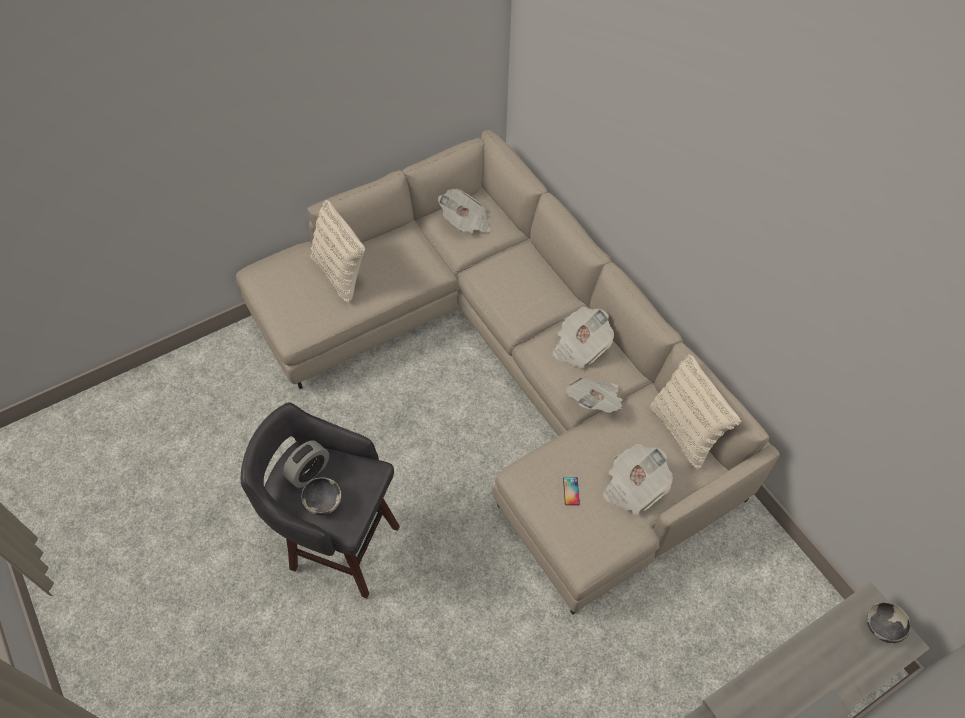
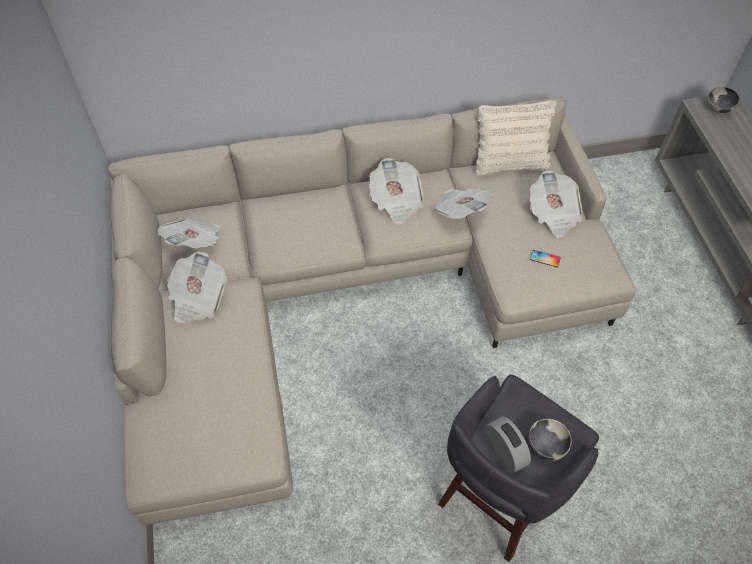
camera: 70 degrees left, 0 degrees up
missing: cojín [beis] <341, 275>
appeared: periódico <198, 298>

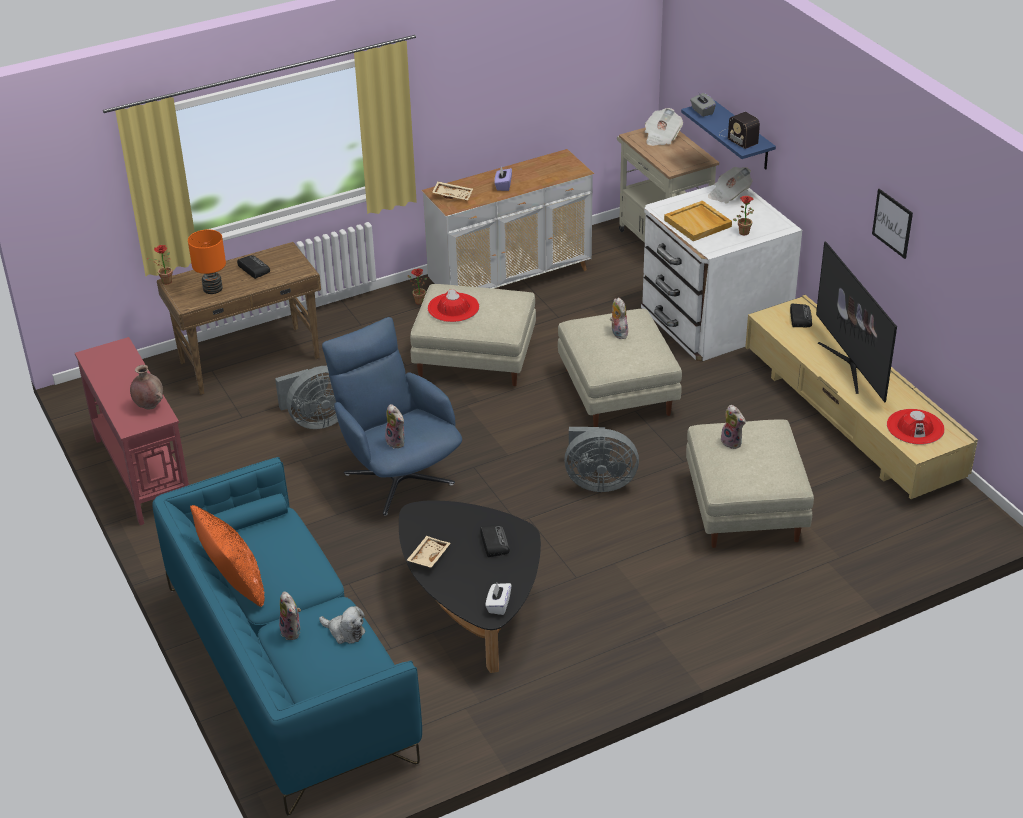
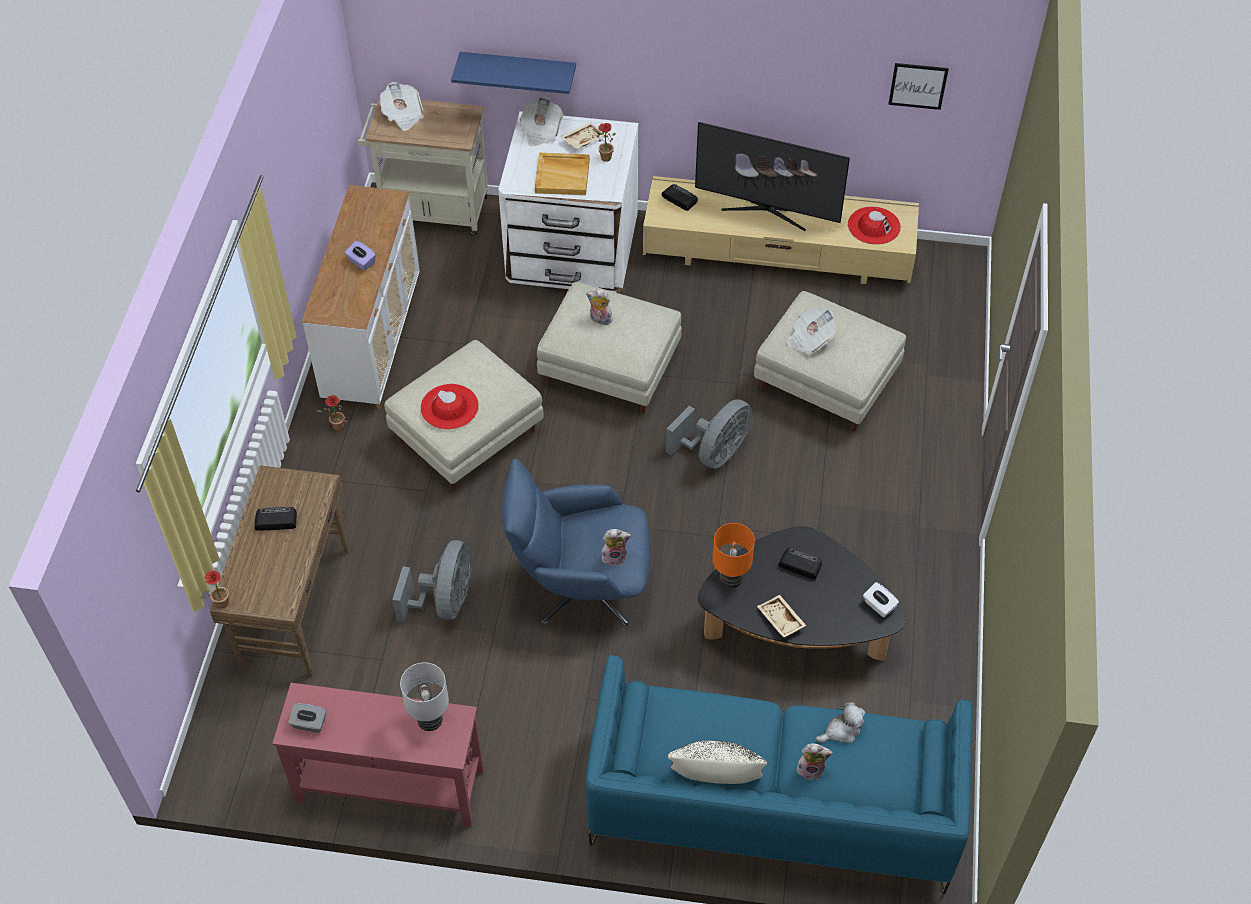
camera: 55 degrees left, 15 degrees up
missing: radio <738, 137>
relocated: lámpara de mesa [naranja] <212, 289> to <731, 578>; bandeja [beis] <453, 195> to <582, 139>; caja de pañuelos [gris] <702, 111> to <309, 723>; cuadro <892, 223> to <918, 86>
exchanged: florero [marrón] <149, 406> to lámpara de mesa [gris] <430, 720>; peluche <732, 442> to periódico <809, 339>
colour: cojín [naranja] <234, 585> to cojín [beis] <714, 783>

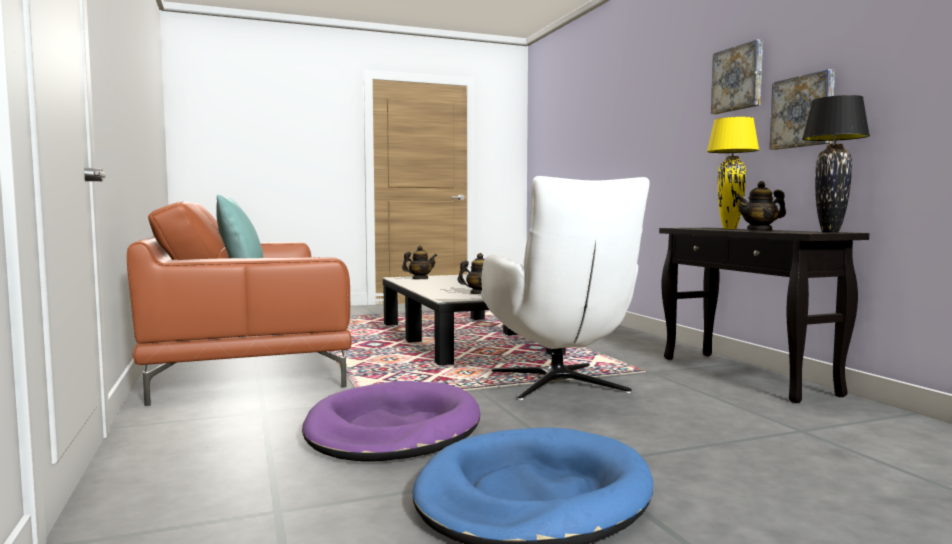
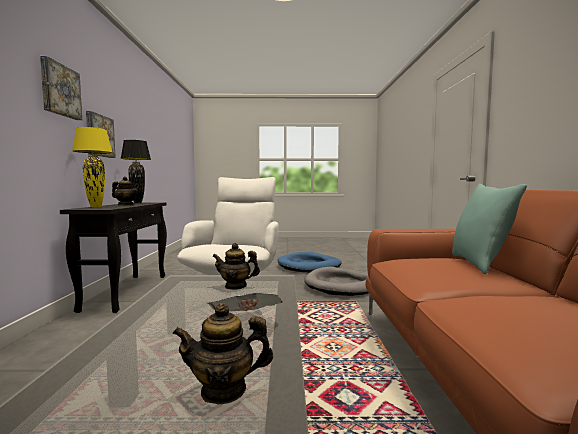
camera: 160 degrees left, 0 degrees up
appeared: periódico <246, 323>
colour: cama para perro [morado] <393, 429> to cama para perro [gris] <342, 285>

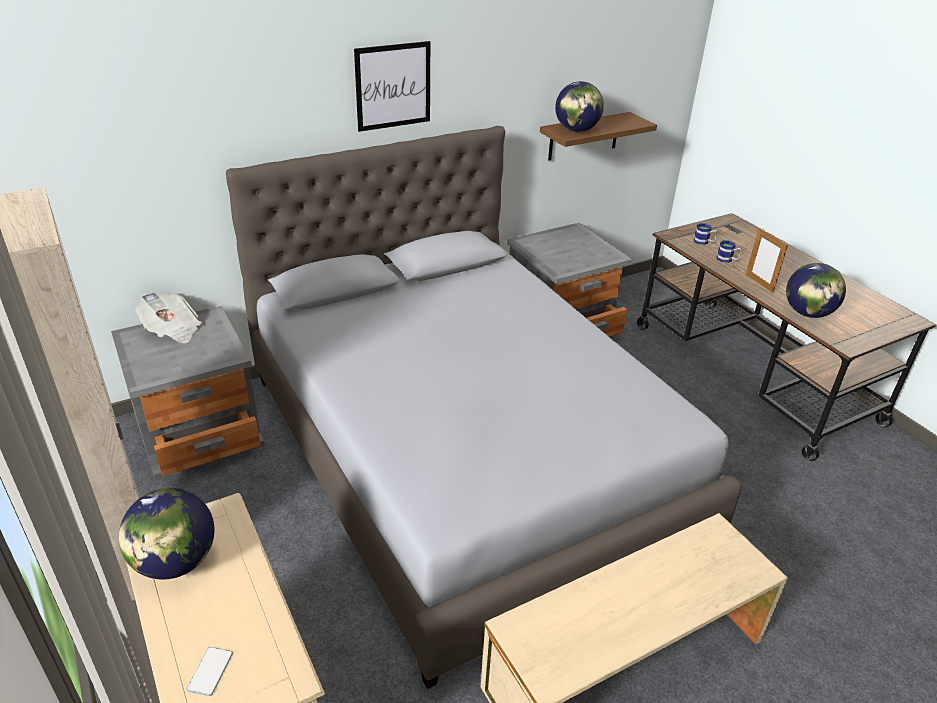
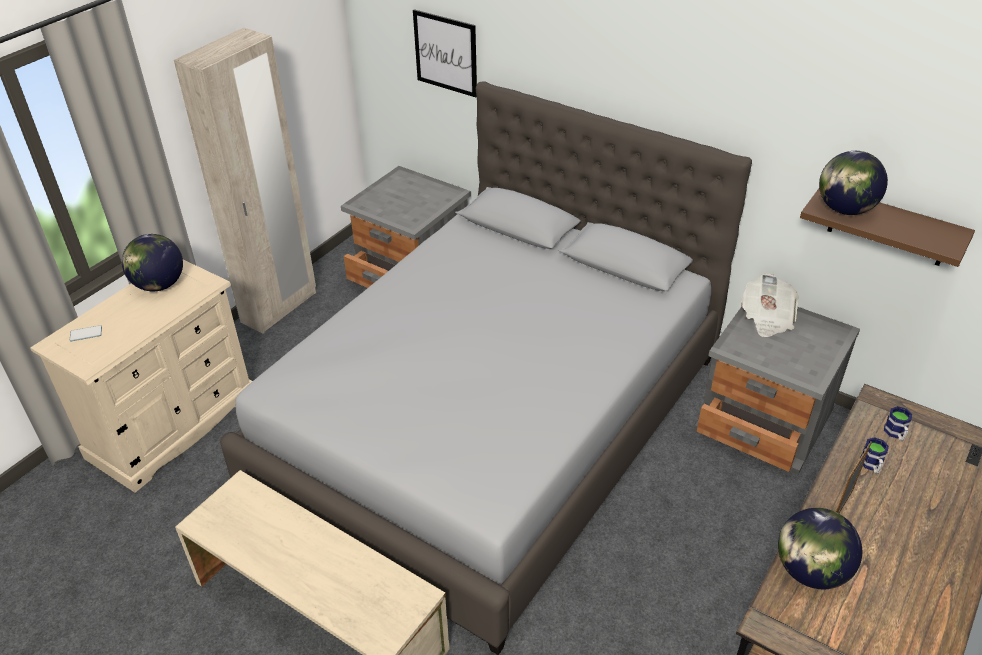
camera: 65 degrees right, 5 degrees up
relocated: periódico <172, 330> to <766, 318>; cuadro <393, 86> to <445, 53>

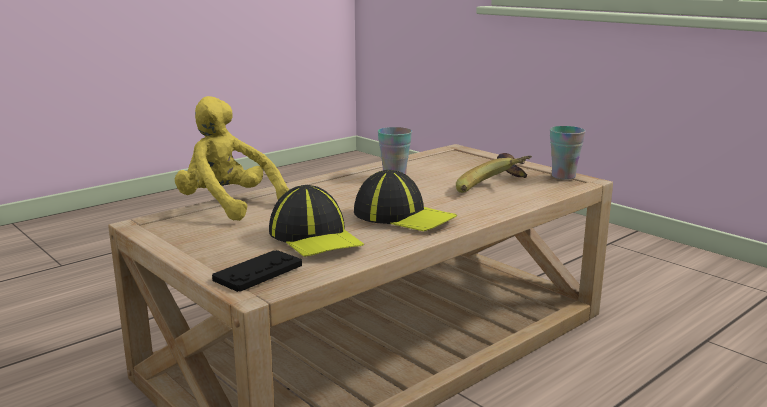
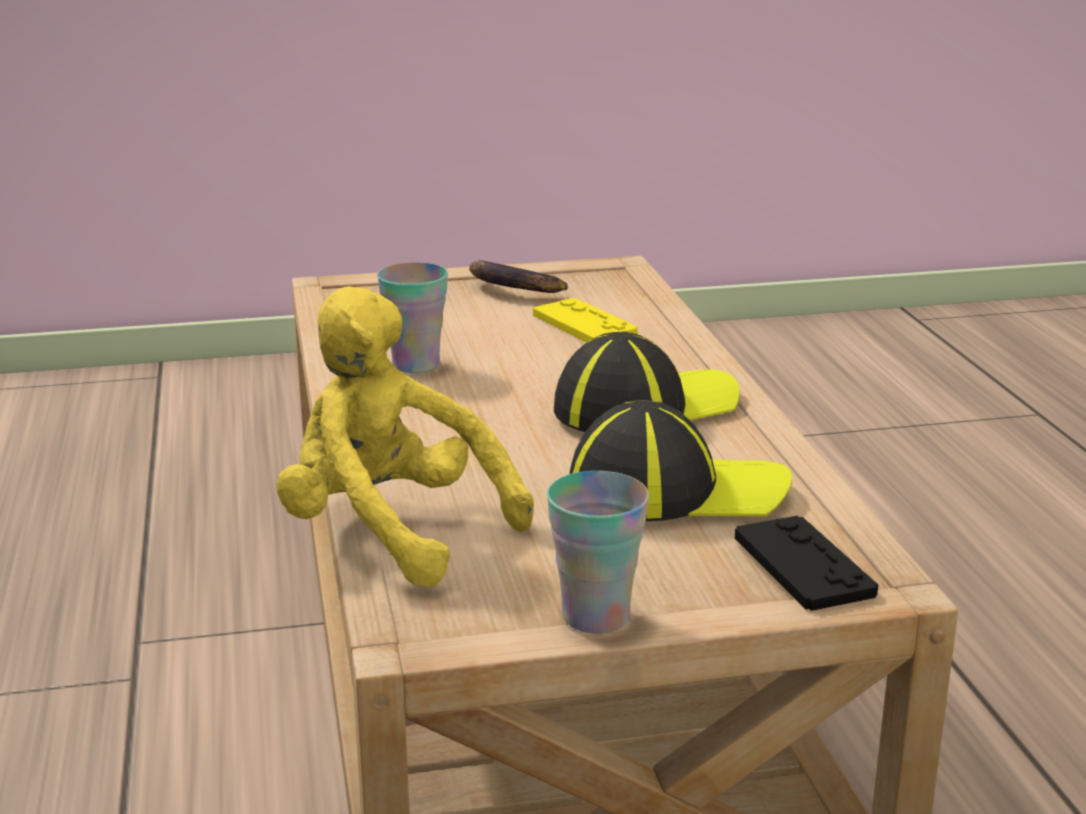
camera: 60 degrees left, 5 degrees up
relocated: taza <563, 176> to <595, 616>
exchanged: plátano <492, 190> to mando de consola [amarillo] <584, 325>
spun: peluche [amarillo] <228, 206> = <391, 532> 60 degrees clockwise

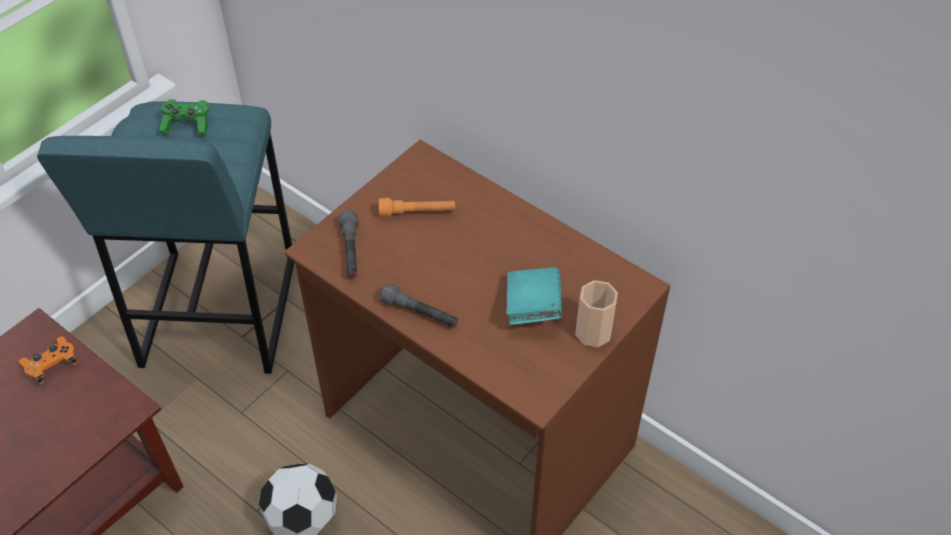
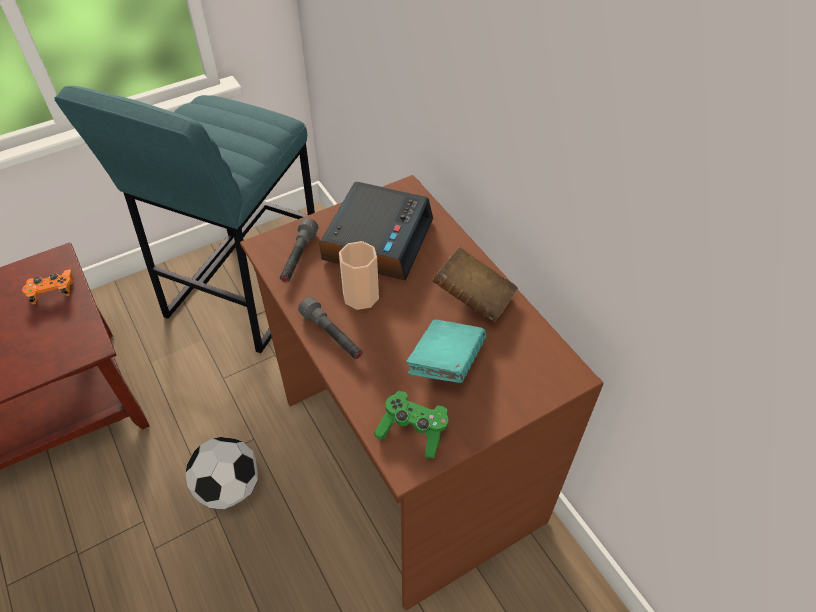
camera: 20 degrees right, 0 degrees up
appeared: libro [marrón] <473, 298>
relocated: mando de consola [verde] <187, 124> to <413, 430>; taza <593, 332> to <361, 296>
exchanged: linterna [naranja] <417, 213> to despertador <377, 239>

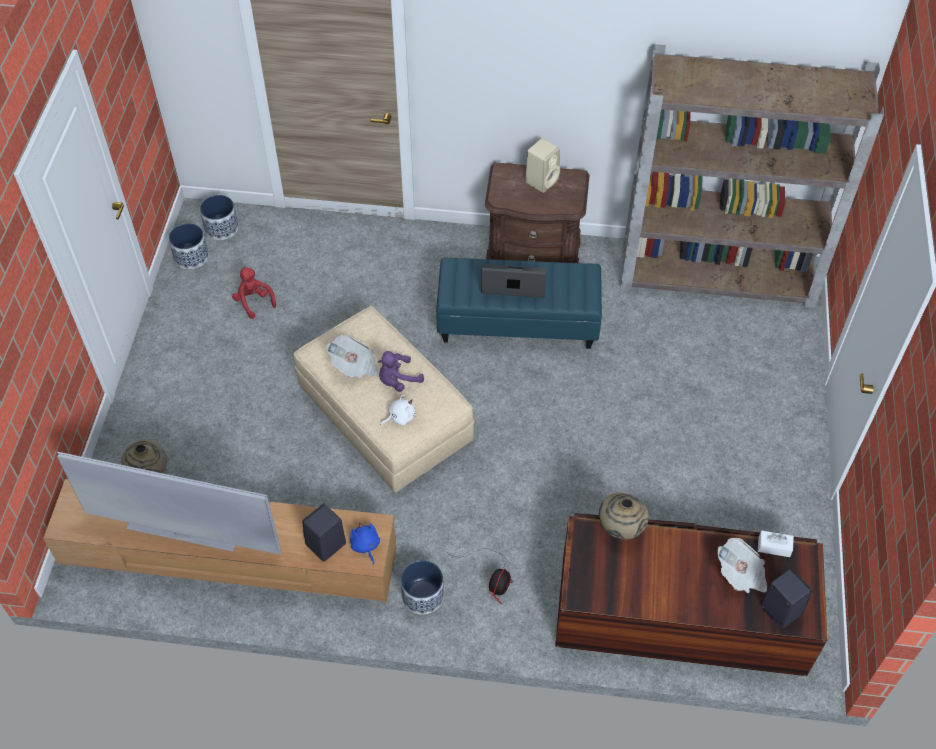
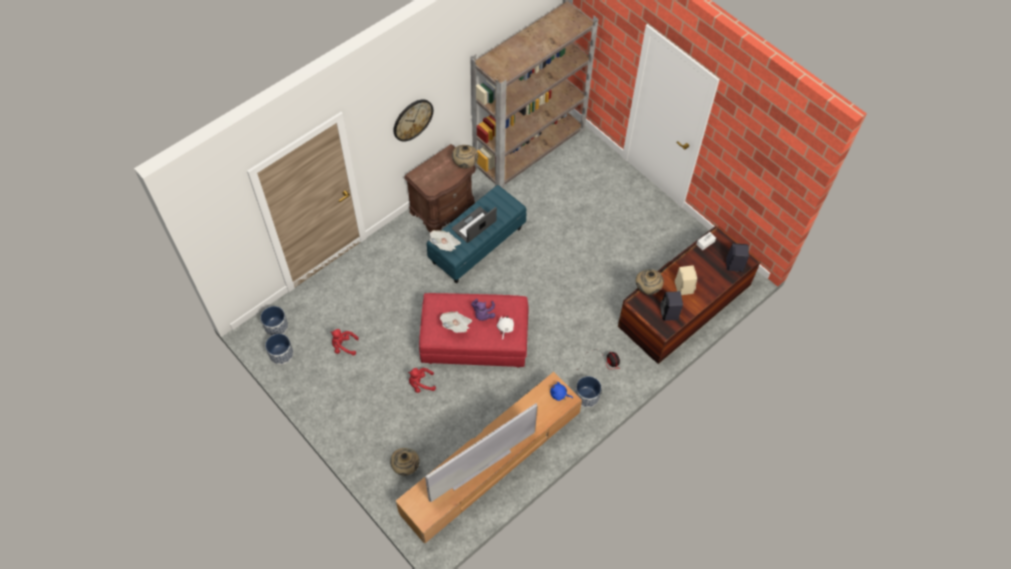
camera: 50 degrees left, 5 degrees up
appeared: reloj de pared <412, 119>; peluche [rojo] <421, 384>; florero [beis] <465, 165>
relocated: altavoz [negro] <325, 545> to <669, 313>; altavoz [beis] <542, 180> to <683, 287>; periódico <741, 574> to <445, 245>
colour: puf [beis] <385, 416> to puf [rojo] <474, 340>

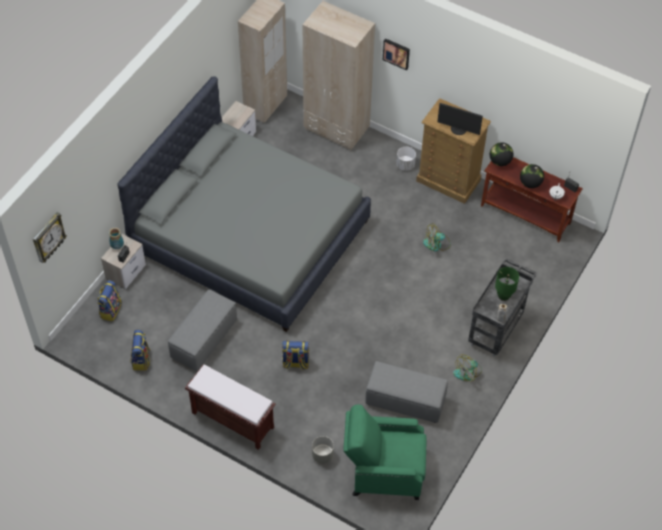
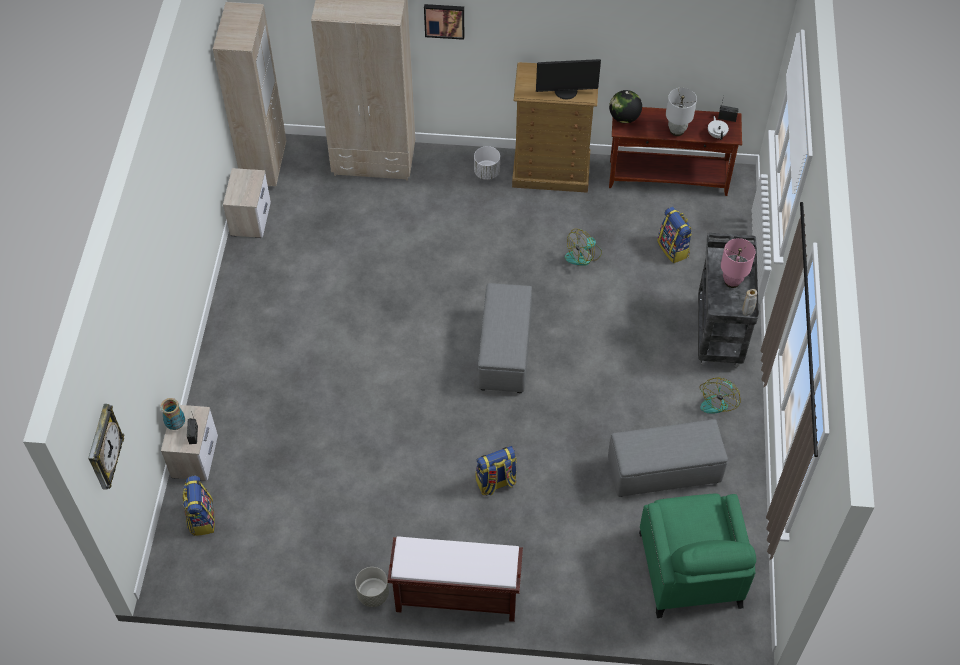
camera: 25 degrees left, 0 degrees up
missing: cama [gris] <250, 236>
relocated: mochila <141, 360> to <673, 249>; puf [gris] <204, 339> to <504, 350>; maceta [gris] <322, 455> to <373, 594>
exchanged: globo terráqueo <530, 183> to lámpara de mesa [blanco] <676, 131>
colour: lámpara de mesa [verde] <503, 296> to lámpara de mesa [rosa] <732, 281>
spun: sillón [verde] <383, 469> = <690, 573> 75 degrees counterclockwise

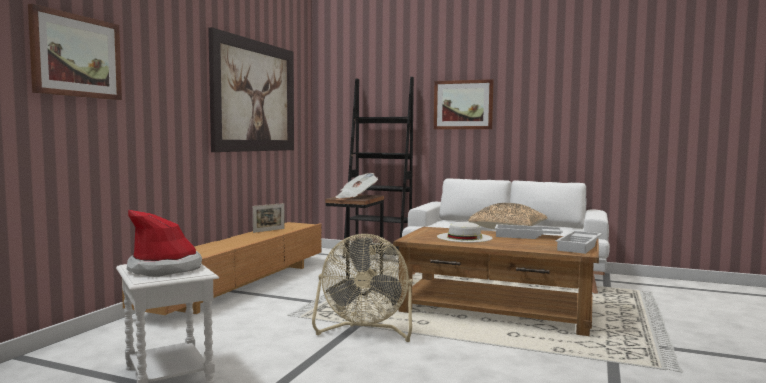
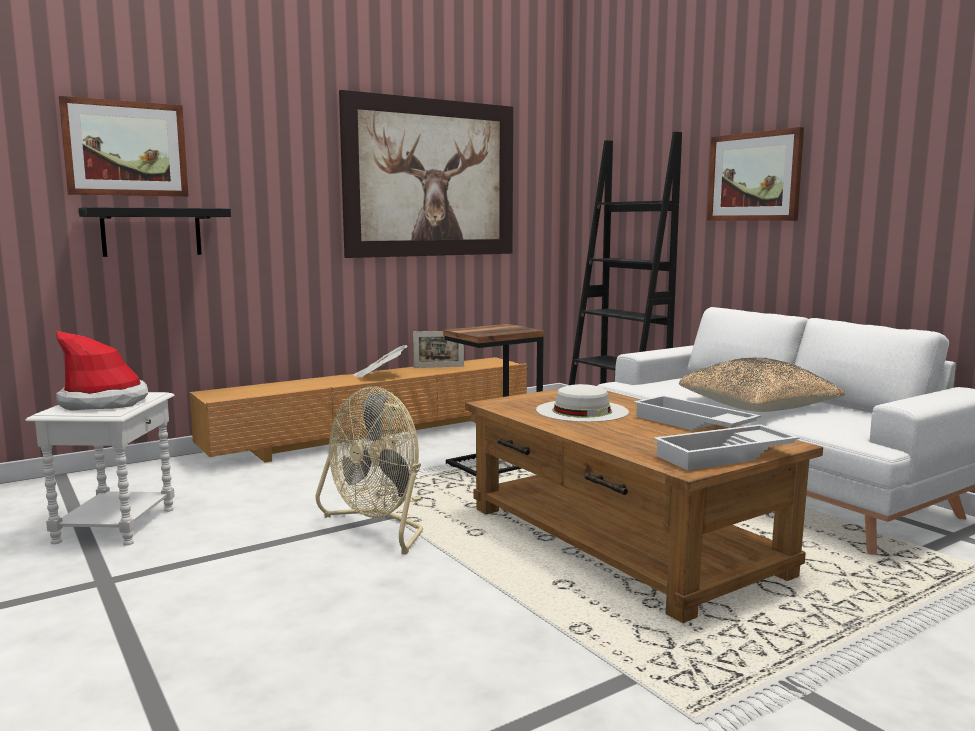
camera: 35 degrees right, 5 degrees up
appeared: estante [negro] <151, 232>
relocated: periódico <356, 197> to <379, 376>

